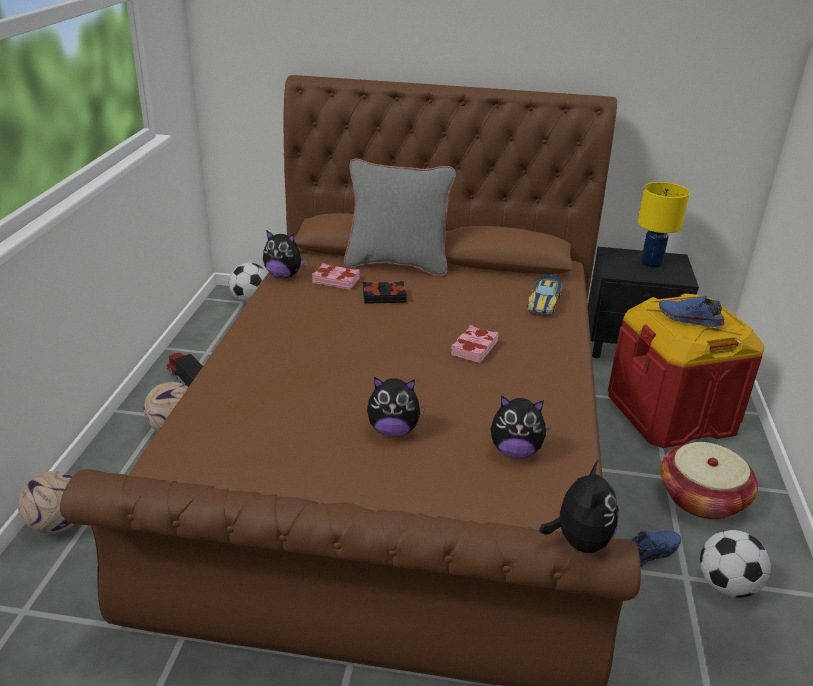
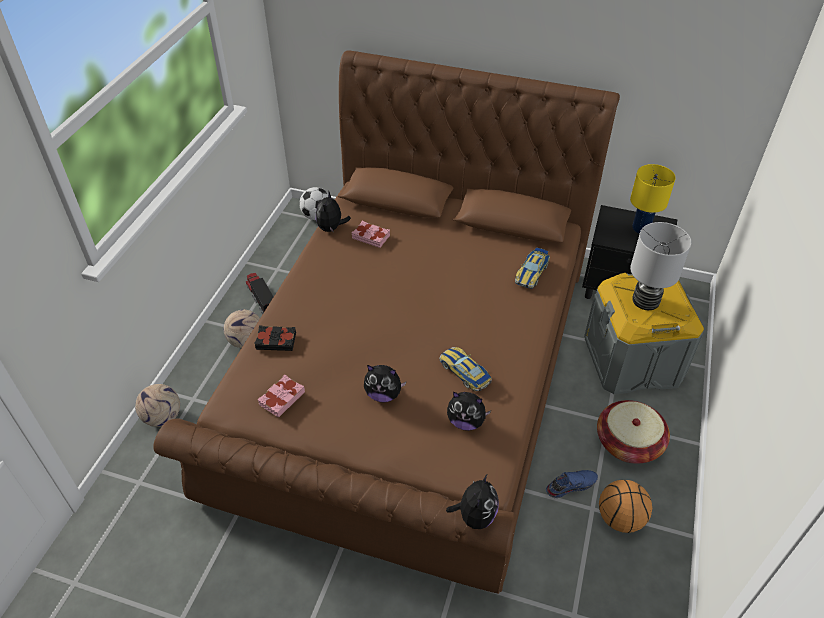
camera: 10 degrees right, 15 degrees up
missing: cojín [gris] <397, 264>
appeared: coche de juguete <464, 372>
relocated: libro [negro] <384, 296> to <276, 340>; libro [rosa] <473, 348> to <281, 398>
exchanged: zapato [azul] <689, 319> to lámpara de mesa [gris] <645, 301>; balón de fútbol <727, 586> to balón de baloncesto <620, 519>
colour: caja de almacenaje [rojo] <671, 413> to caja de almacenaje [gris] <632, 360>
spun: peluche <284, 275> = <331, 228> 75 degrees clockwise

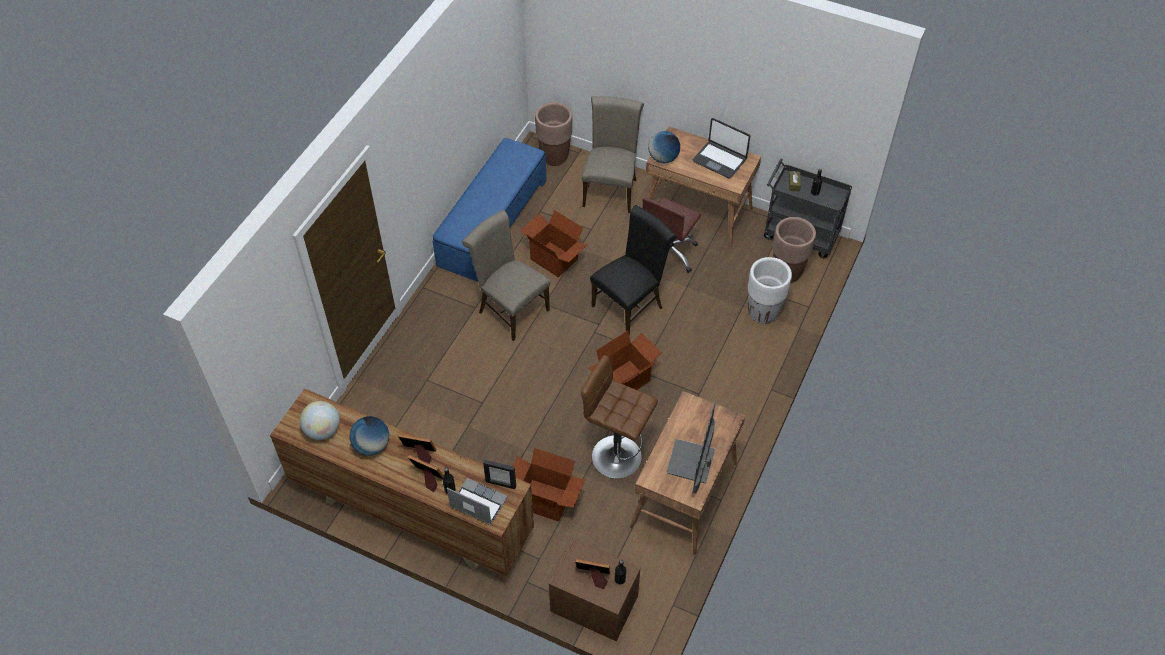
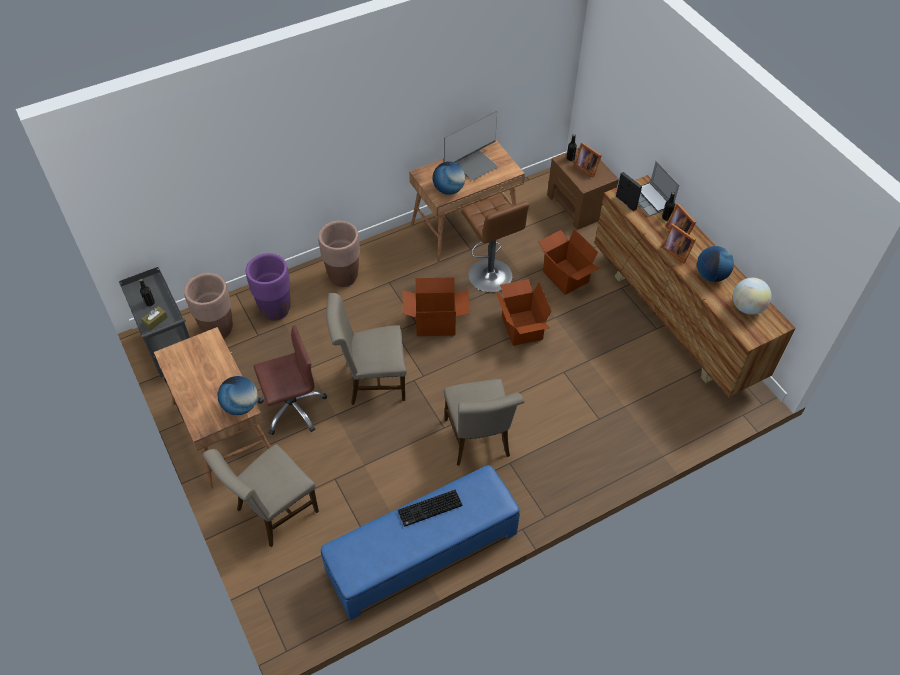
camera: 145 degrees left, 0 degrees up
missing: portátil <719, 160>
appeared: teclado <429, 509>; globo terráqueo <448, 189>
relocated: caja de cartón <554, 259> to <521, 328>; maceta [marrón] <554, 157> to <343, 277>
colour: silla [negro] <630, 304> to silla [beis] <371, 381>; maceta [blanco] <763, 313> to maceta [morado] <275, 310>

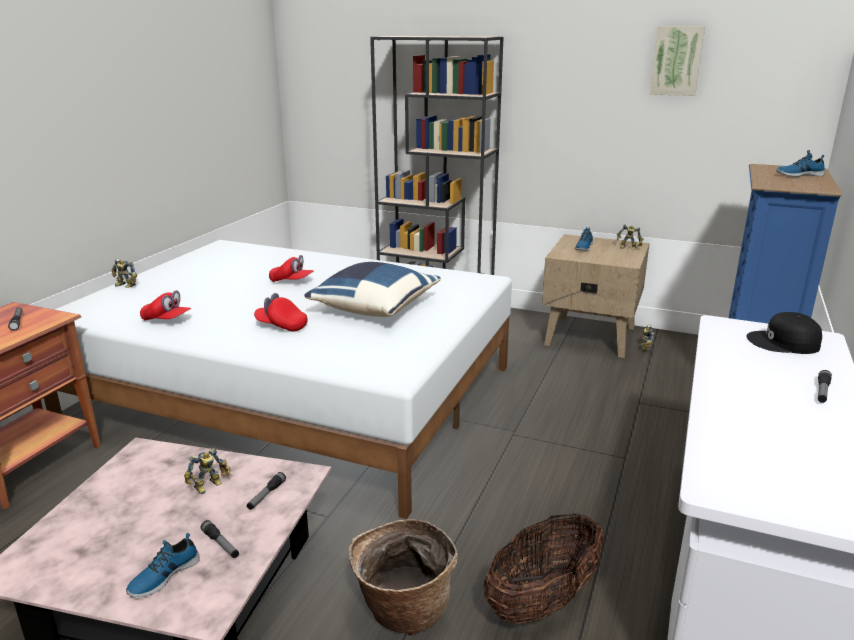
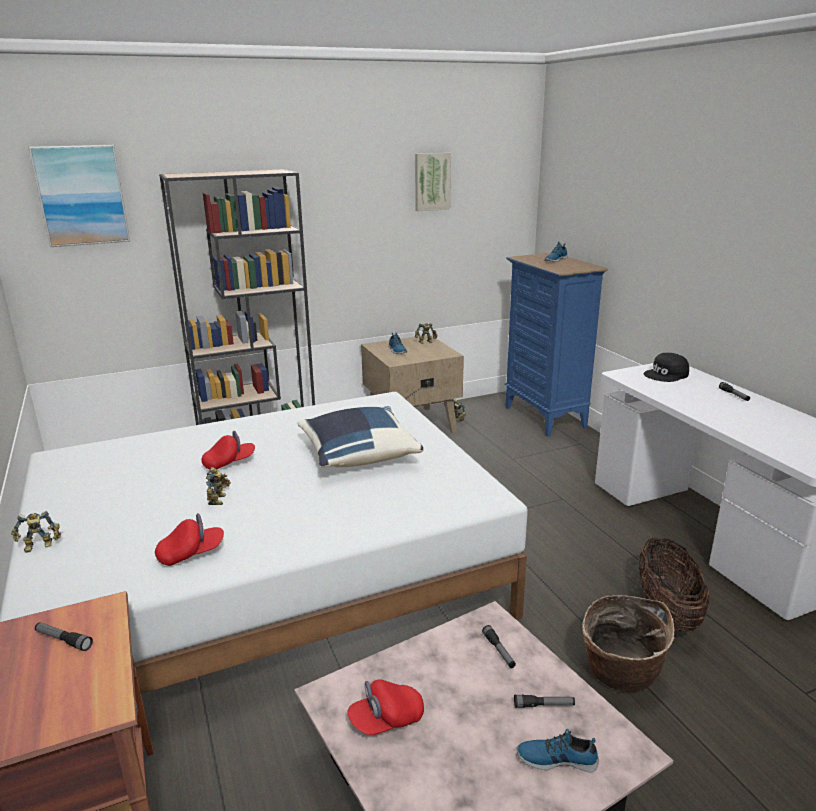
camera: 45 degrees left, 0 degrees up
appeared: cuadro <81, 195>
relocated: robot de juguete <210, 486> to <219, 499>; gorra [rojo] <281, 326> to <386, 720>
spun: zapato <163, 575> = <556, 758> 105 degrees clockwise

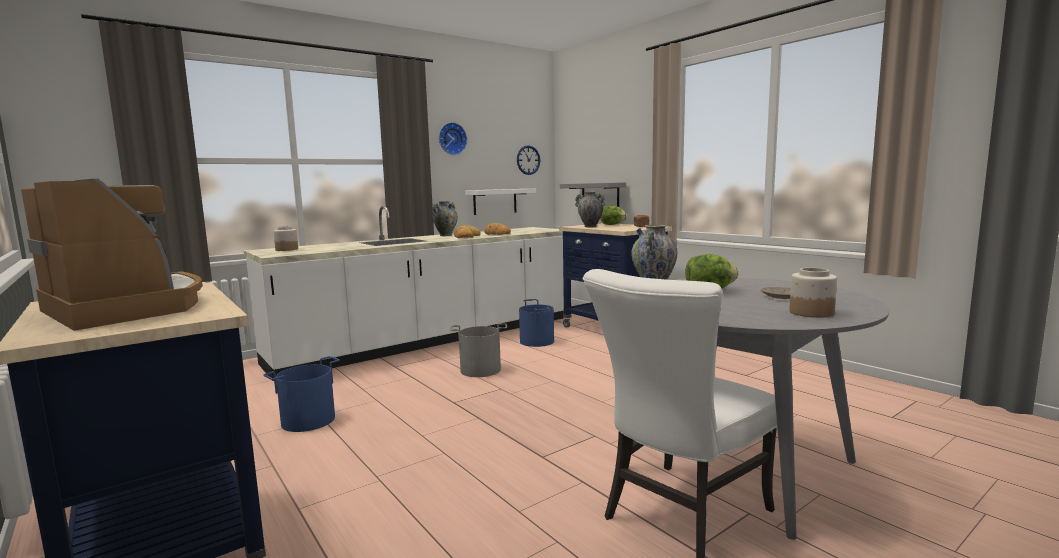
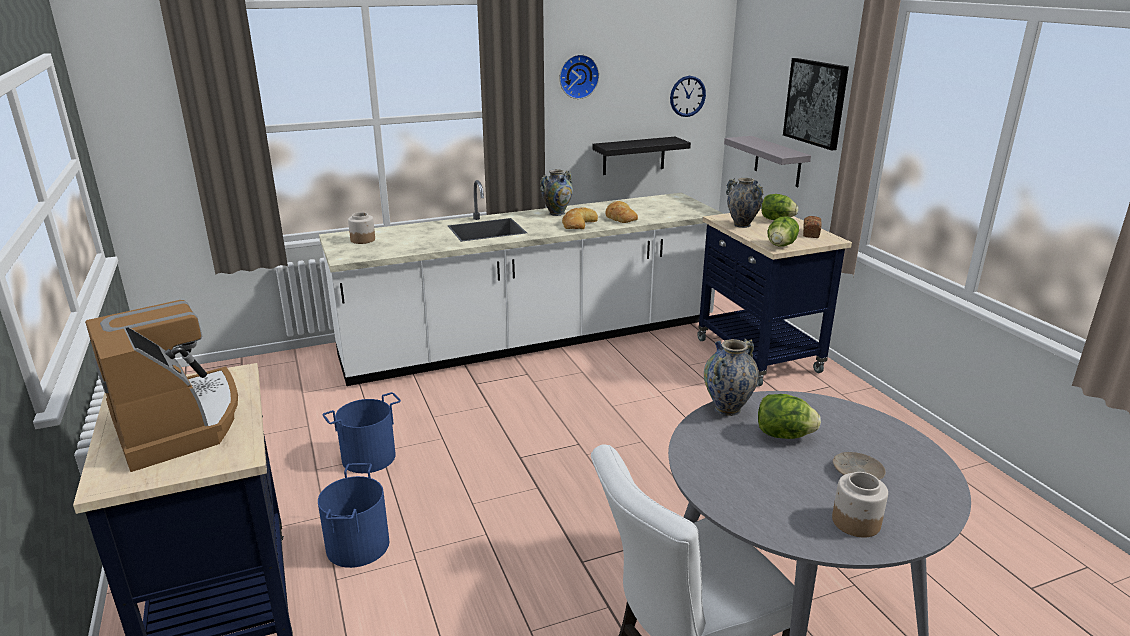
camera: 15 degrees right, 15 degrees up
missing: cubo [gris] <480, 370>
appeared: lechuga <781, 245>; cuadro <816, 102>
relocated: cubo [azul] <536, 341> to <357, 545>
colour: estante [blanco] <495, 201> to estante [negro] <634, 155>

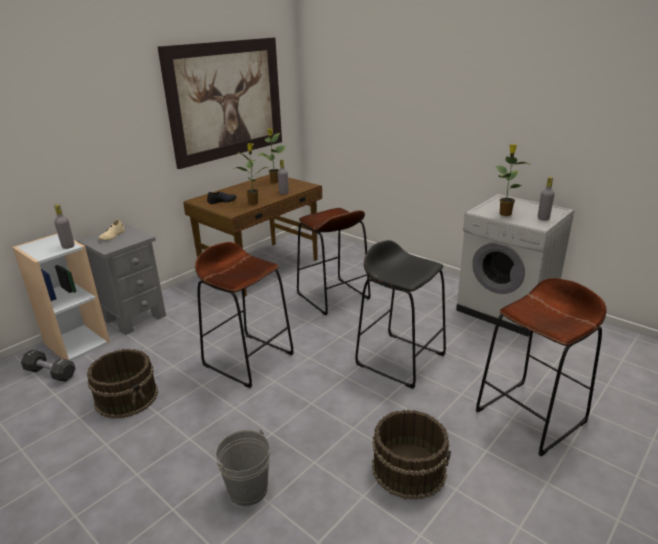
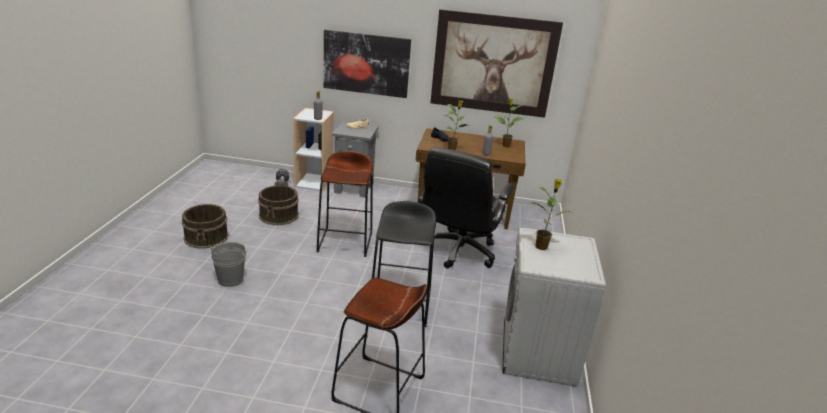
camera: 55 degrees right, 0 degrees up
missing: botella [gris] <543, 218>
appeared: cuadro <366, 63>
relocated: cubo [marrón] <409, 468> to <206, 237>
exchanged: taburete [marrón] <333, 296> to silla de oficina [negro] <457, 252>

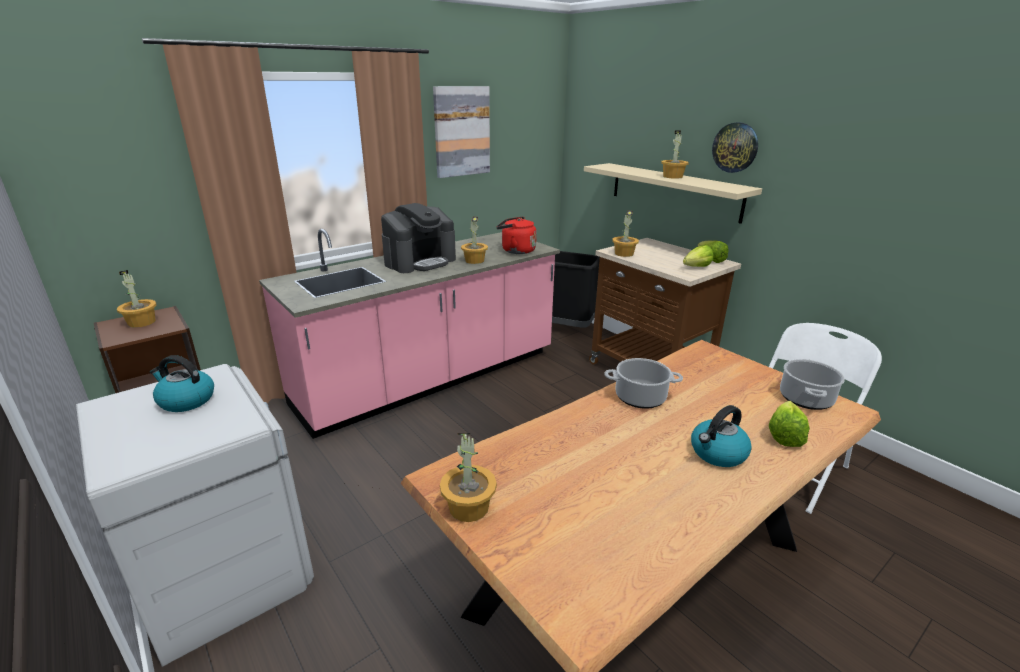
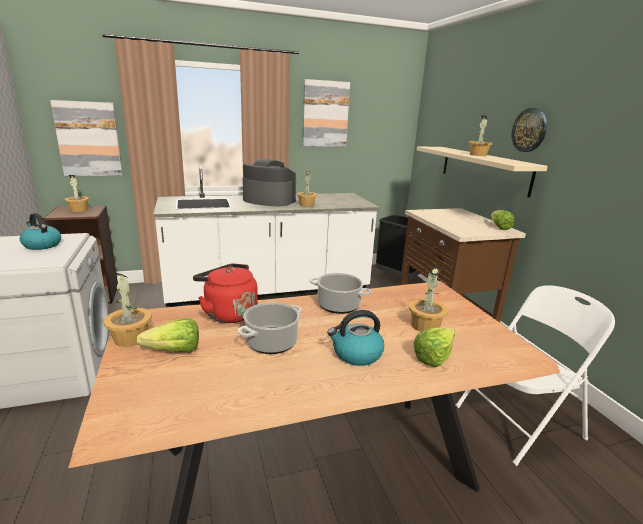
camera: 20 degrees right, 5 degrees down
appeared: cuadro <88, 139>
relocated: hervidor [rojo] <516, 251> to <228, 313>; planta en maceta <624, 253> to <425, 326>; lechuga <693, 268> to <169, 351>; olla <806, 399> to <271, 343>
colour: mueble bajo de cocina [rosa] <430, 379> to mueble bajo de cocina [blanco] <269, 291>
spun: cafetera <420, 261> = <268, 200> 135 degrees counterclockwise

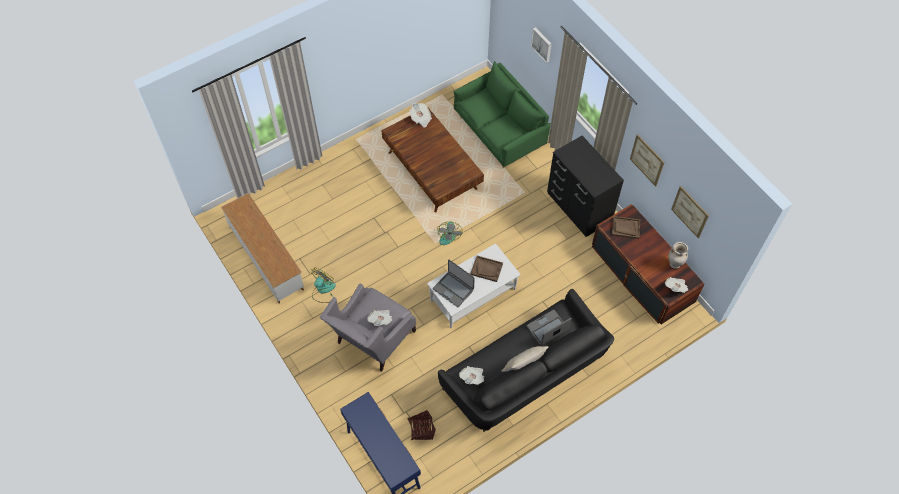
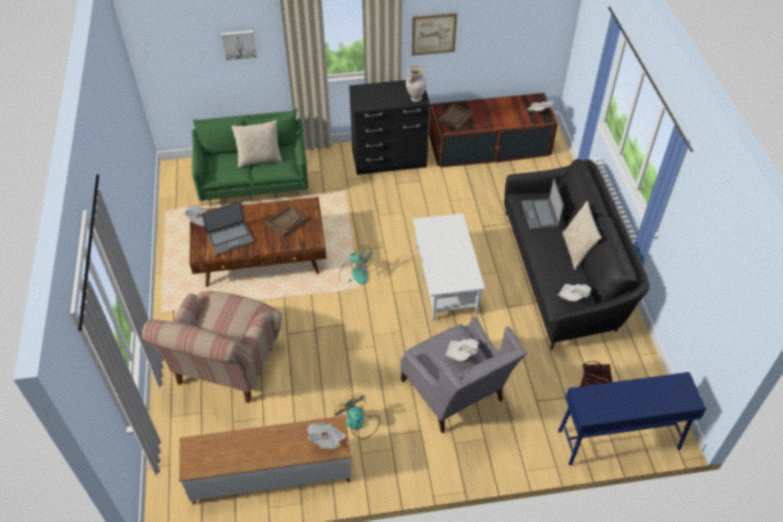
camera: 65 degrees left, 10 degrees down
missing: cuadro <690, 212>
appeared: sillón [beis] <226, 366>; cojín [beis] <259, 159>; periódico <327, 440>
relocated: portátil <453, 289> to <230, 238>; bandeja [marrón] <486, 269> to <286, 222>; florero [beis] <674, 264> to <415, 98>

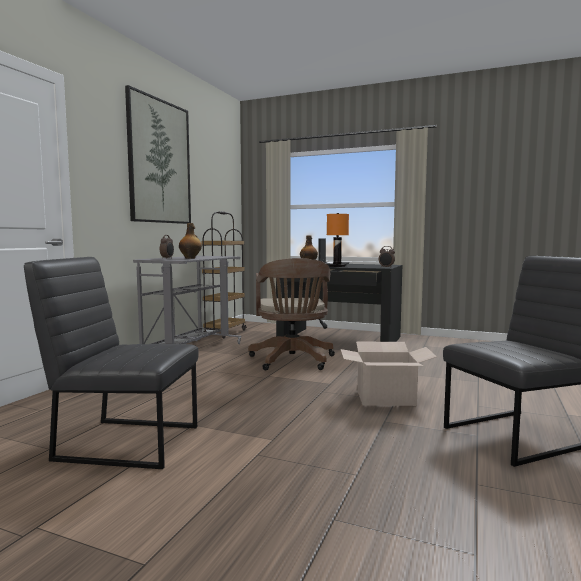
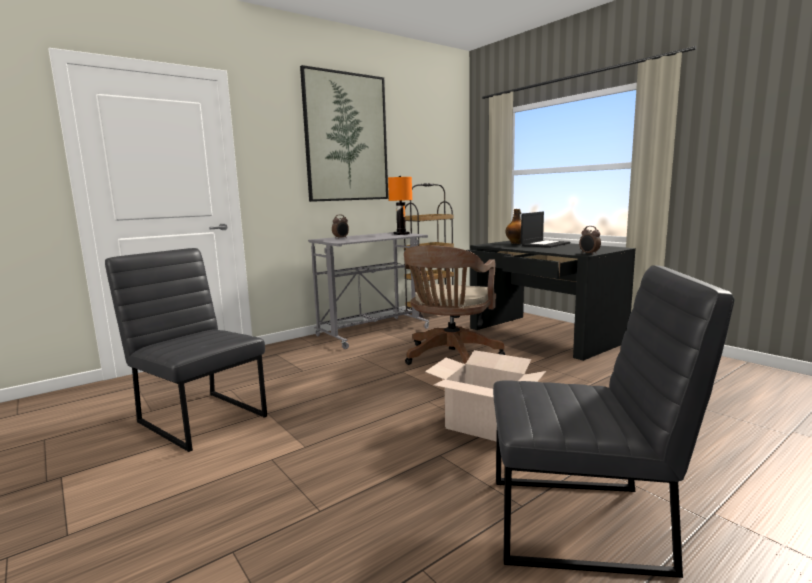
camera: 30 degrees right, 5 degrees up
missing: botella <190, 258>
relocated: lámpara de mesa [naranja] <337, 266> to <401, 234>

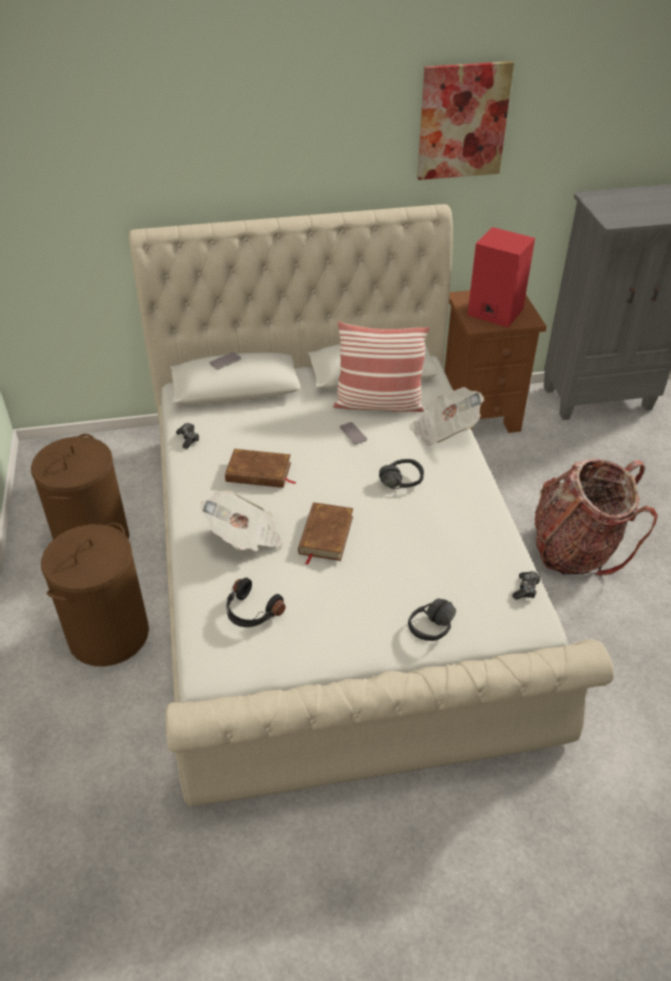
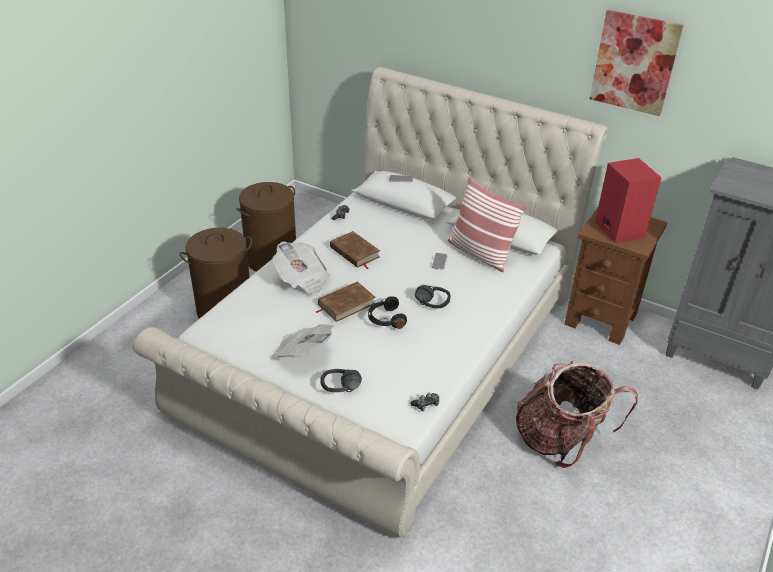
camera: 40 degrees right, 5 degrees down
relocated: auriculares [negro] <251, 612> to <385, 319>; periódico <444, 430> to <303, 353>

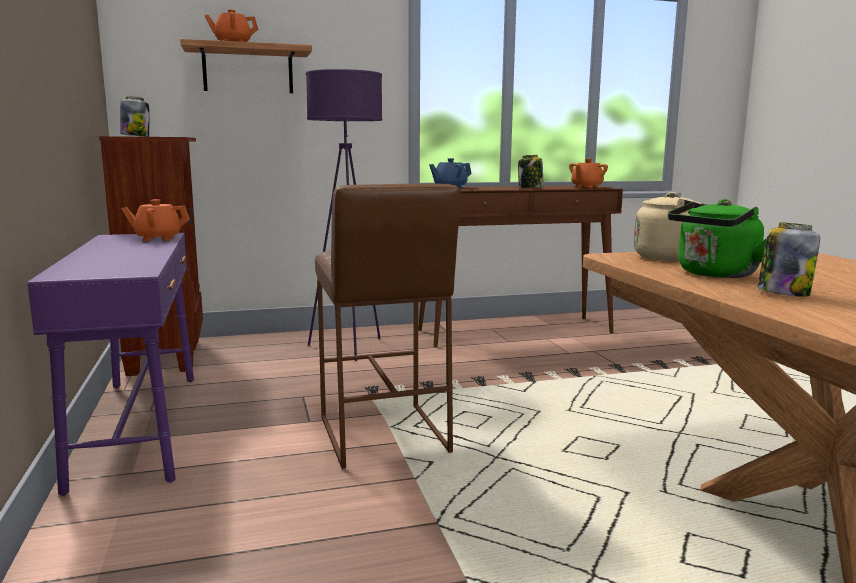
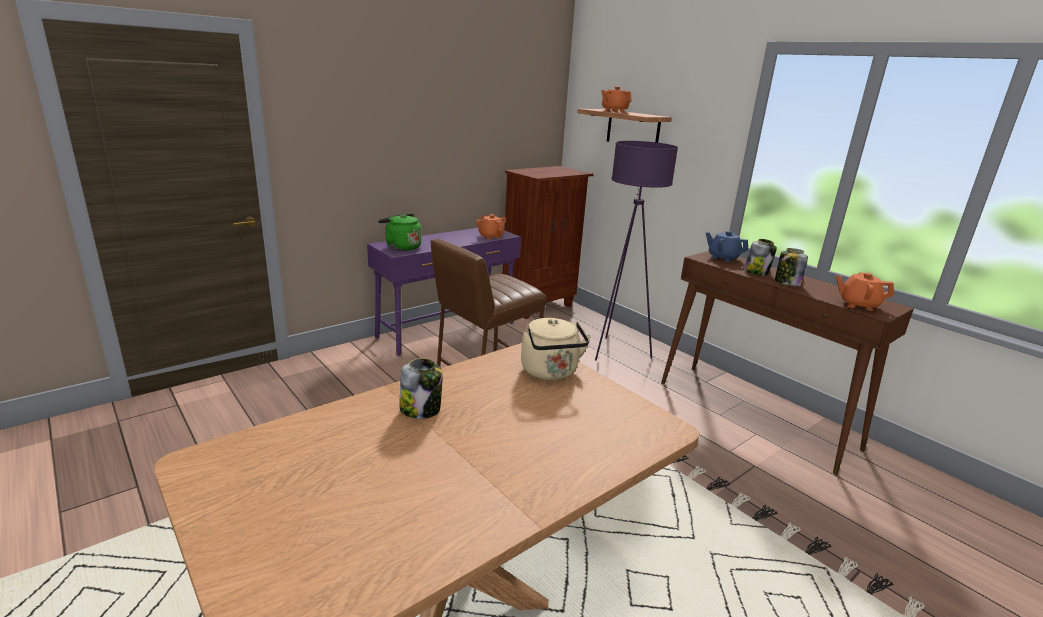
camera: 65 degrees right, 10 degrees up
relocated: tarro <135, 136> to <756, 272>; hervidor [verde] <714, 274> to <401, 247>

